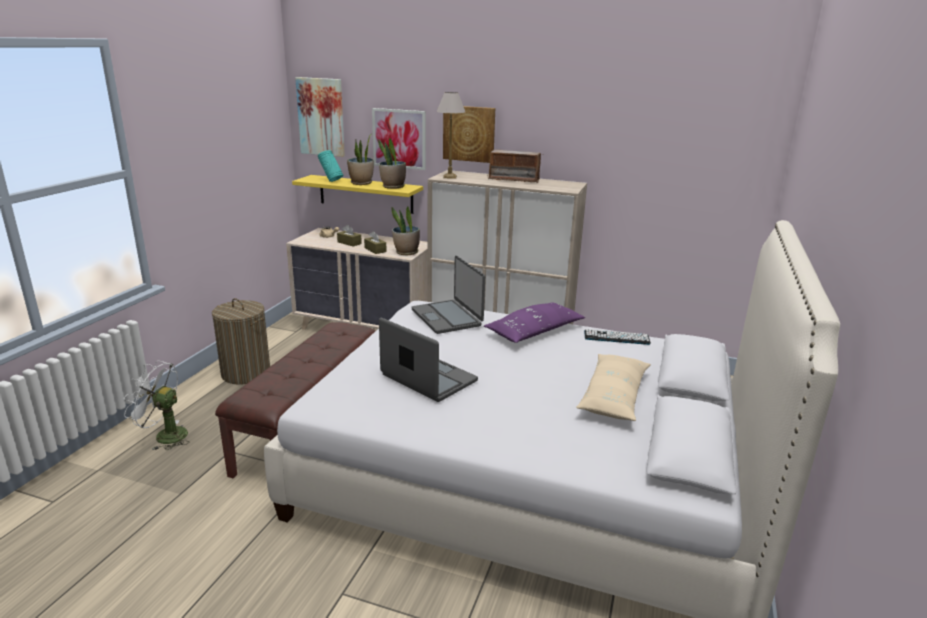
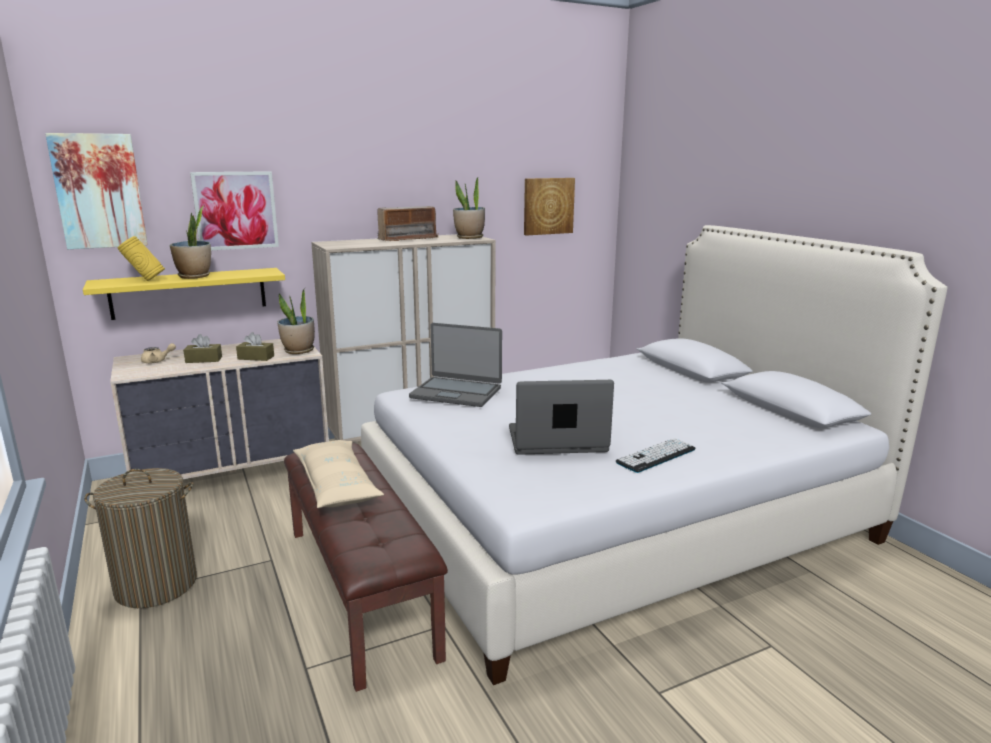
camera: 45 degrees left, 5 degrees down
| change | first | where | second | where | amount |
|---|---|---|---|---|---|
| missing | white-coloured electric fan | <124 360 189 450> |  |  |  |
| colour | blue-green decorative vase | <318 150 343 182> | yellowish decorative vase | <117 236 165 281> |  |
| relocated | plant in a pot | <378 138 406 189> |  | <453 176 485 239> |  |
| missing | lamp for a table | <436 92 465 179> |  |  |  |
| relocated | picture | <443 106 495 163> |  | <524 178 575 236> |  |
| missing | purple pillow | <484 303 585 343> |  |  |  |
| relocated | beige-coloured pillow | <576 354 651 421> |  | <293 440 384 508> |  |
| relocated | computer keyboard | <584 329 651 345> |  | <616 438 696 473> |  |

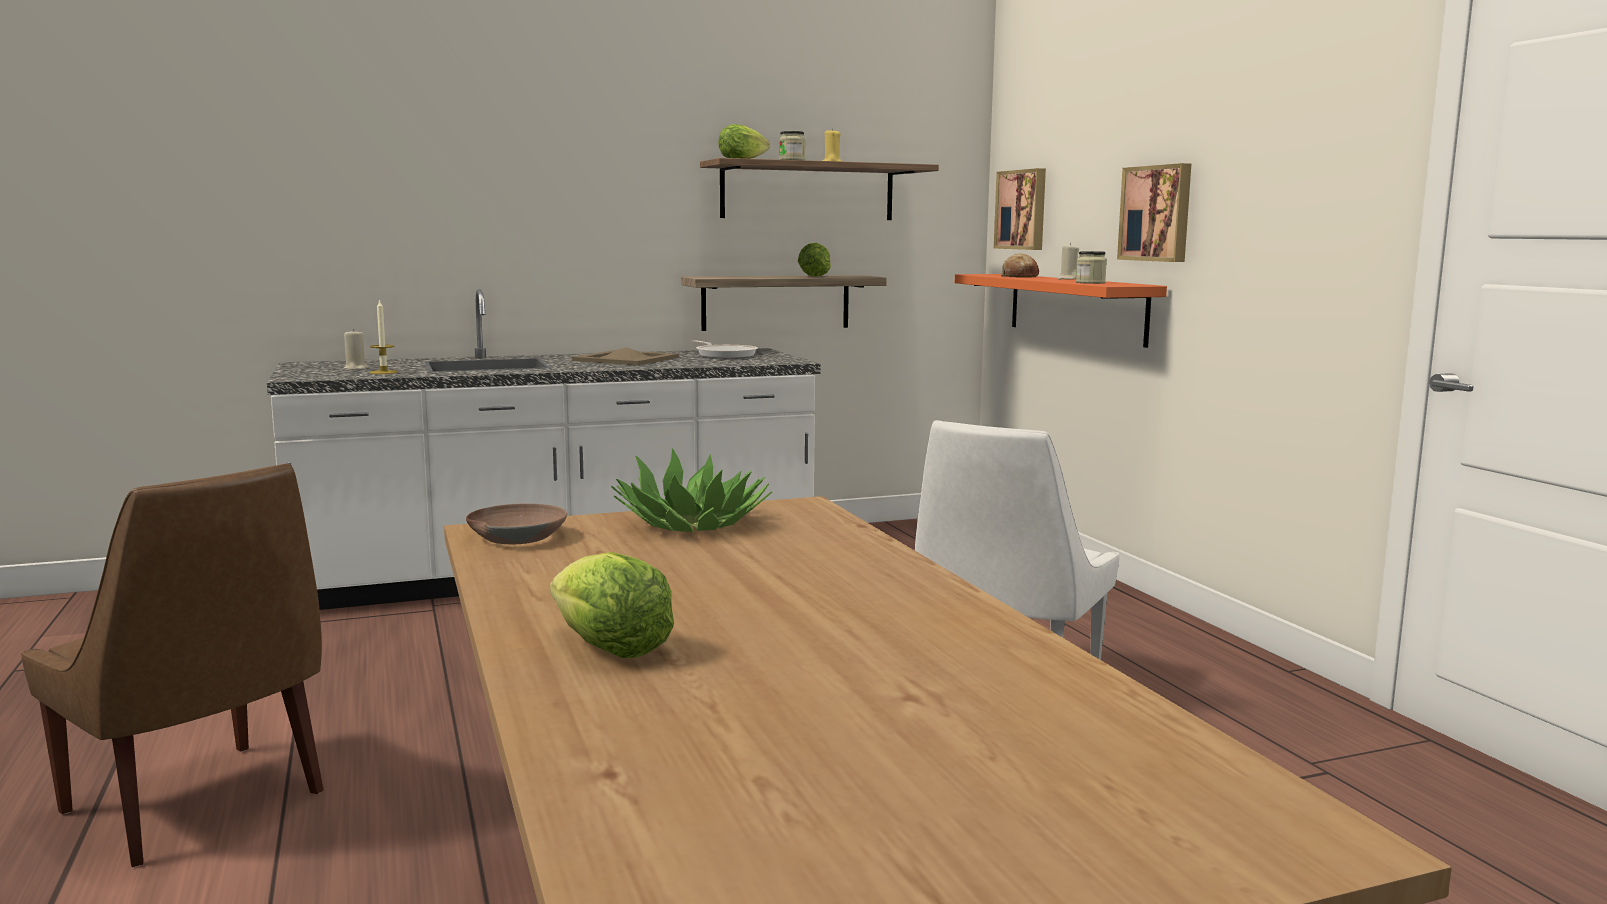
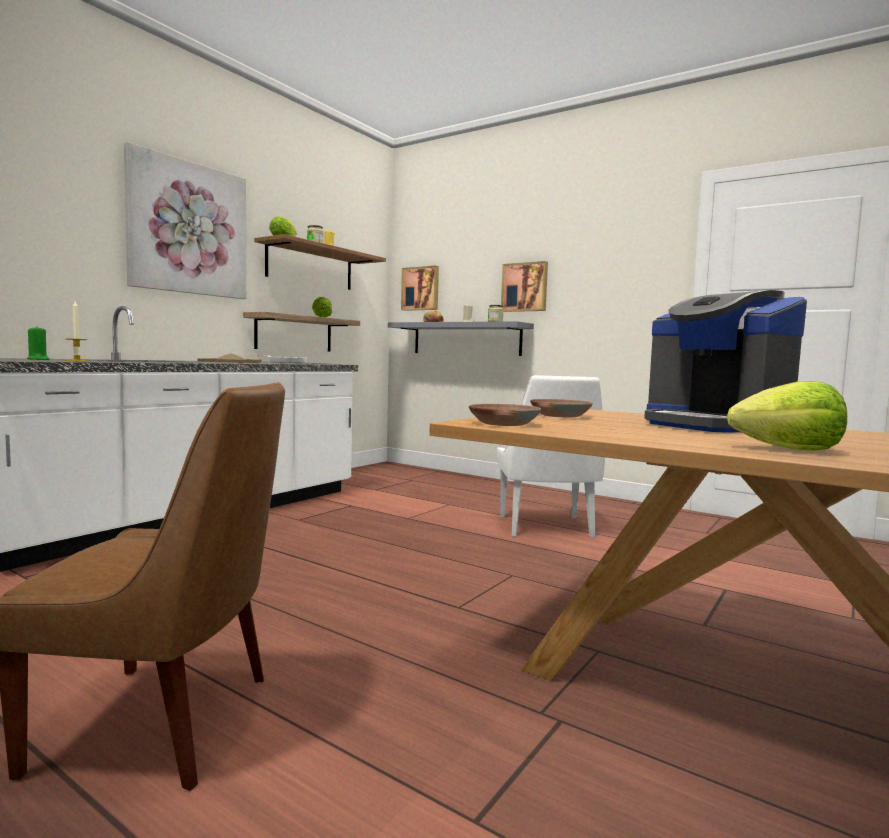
camera: 35 degrees left, 5 degrees down
| change | first | where | second | where | amount |
|---|---|---|---|---|---|
| colour | beige-coloured wax candle | <344 329 368 370> | green wax candle | <27 326 50 360> |  |
| exchanged | plant in a pot | <611 448 772 532> | brown serving bowl | <530 399 593 418> |  |
| colour | orangey wall shelf | <955 274 1167 348> | grey wall shelf | <388 321 534 356> |  |
| appeared |  |  | picture | <124 142 246 299> |  |
| appeared |  |  | coffee machine | <644 290 807 432> |  |

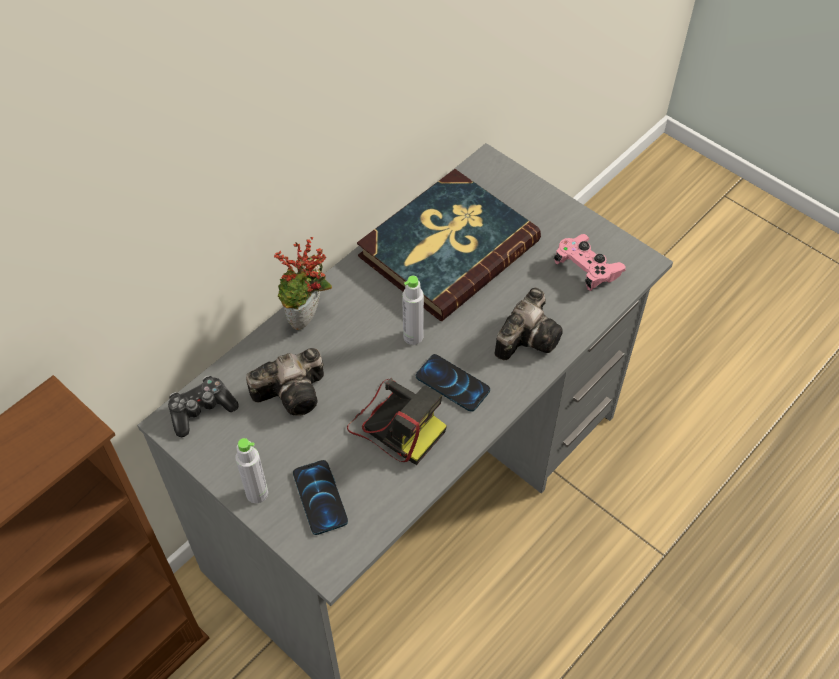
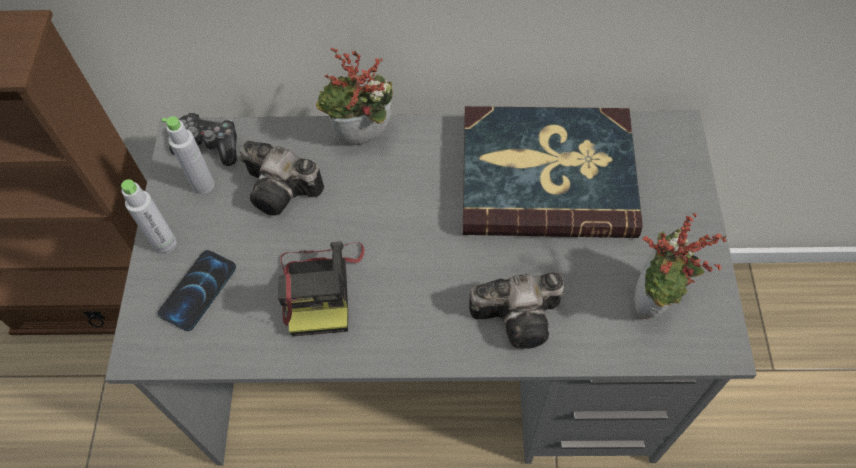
camera: 50 degrees right, 5 degrees up
| change | first | where | second | where | amount |
|---|---|---|---|---|---|
| relocated | grey bottle | <402 276 424 345> |  | <161 116 214 194> |  |
| missing | phone | <416 354 490 412> |  |  |  |
| exchanged | pinkish joypad | <554 234 626 291> | plant in a pot | <634 213 727 320> |  |

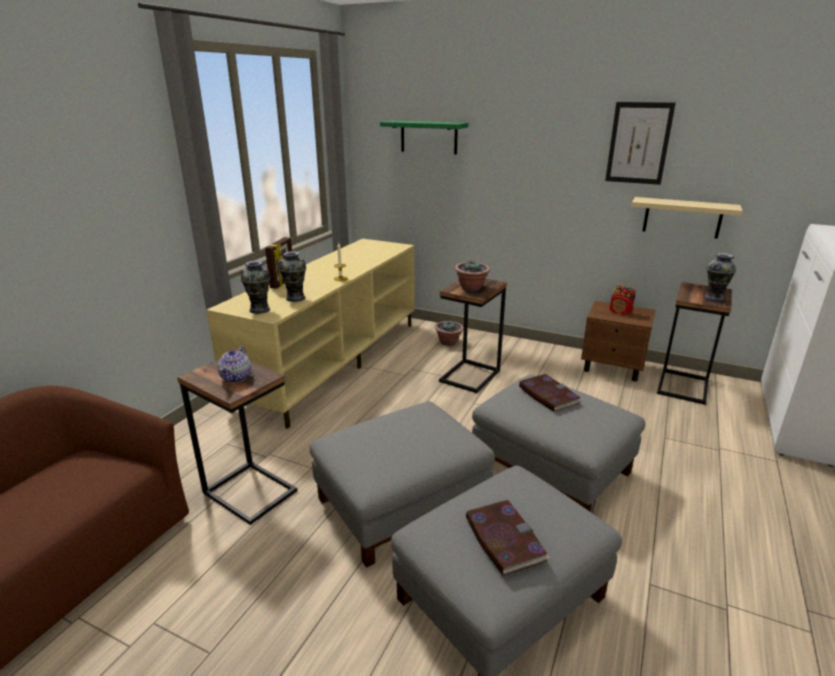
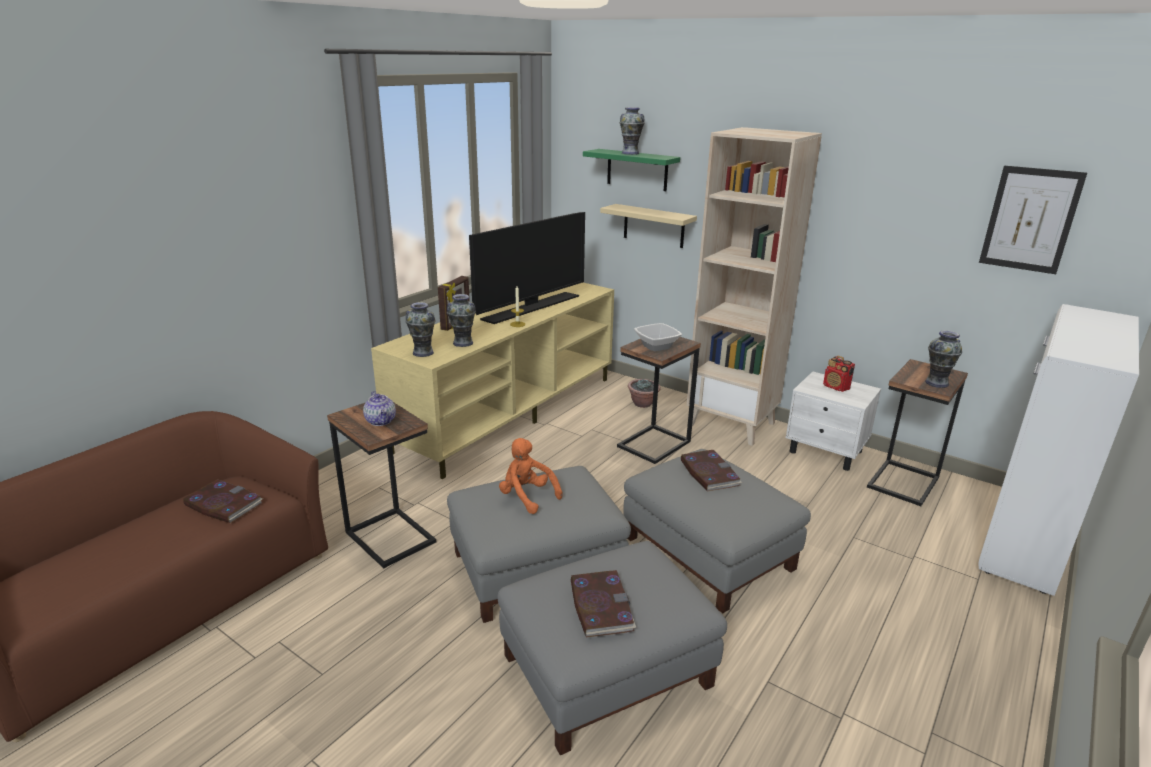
camera: 10 degrees right, 0 degrees up
| change | first | where | second | where | amount |
|---|---|---|---|---|---|
| spun | teapot | <218 346 251 383> |  | <363 391 396 426> | 45 degrees counterclockwise |
| exchanged | plant in a pot | <455 261 490 291> | serving bowl | <634 323 682 351> |  |
| colour | brown nightstand | <581 301 655 382> | white-coloured nightstand | <786 371 881 471> |  |
| relocated | picture | <605 102 676 185> |  | <979 166 1087 274> |  |
| relocated | beige-coloured wall shelf | <631 197 742 239> |  | <600 204 697 248> |  |
| appeared |  |  | book | <183 479 263 523> |  |
| appeared |  |  | television | <469 212 585 324> |  |
| appeared |  |  | orangey soft toy | <499 438 563 514> |  |
| appeared |  |  | decorative vase | <620 107 645 155> |  |
| appeared |  |  | beige-coloured bookshelf | <686 127 822 446> |  |

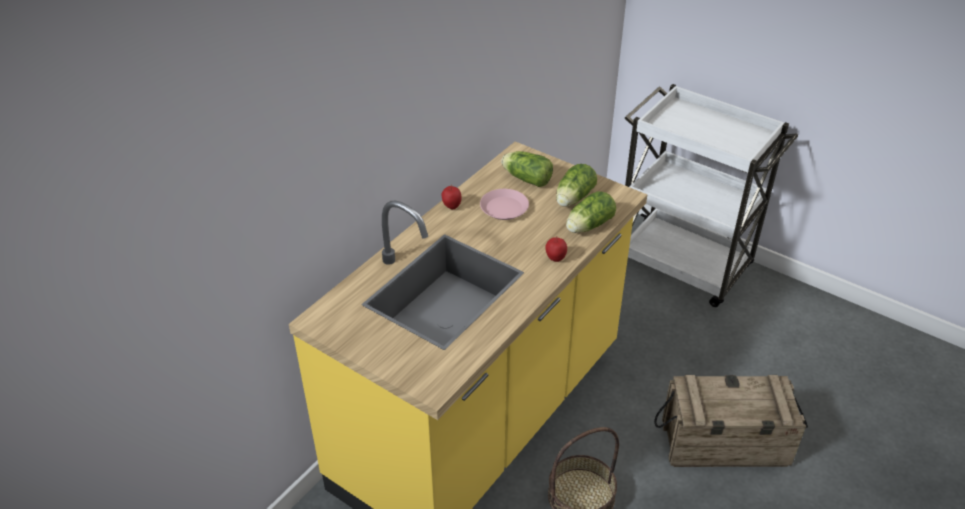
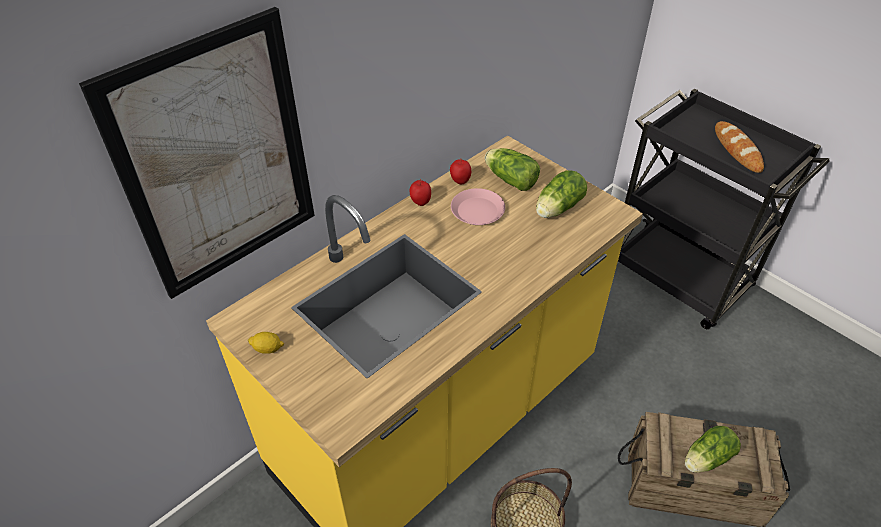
camera: 10 degrees right, 5 degrees up
| change | first | where | second | where | amount |
|---|---|---|---|---|---|
| relocated | apple | <545 236 567 262> |  | <450 158 471 185> |  |
| relocated | head of lettuce | <566 191 616 233> |  | <685 426 741 473> |  |
| colour | white-coloured cart | <625 84 798 307> | black-coloured cart | <618 88 829 329> |  |
| appeared |  |  | picture | <79 7 315 299> |  |
| appeared |  |  | citrus fruit | <248 332 284 354> |  |
| appeared |  |  | baked bread | <715 121 764 173> |  |

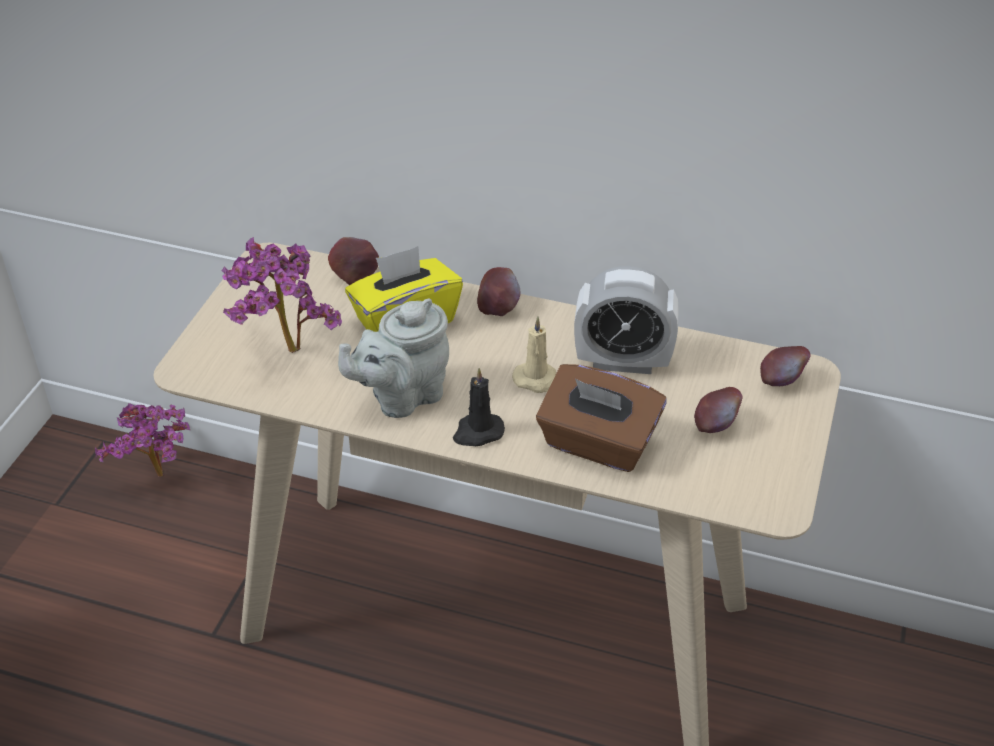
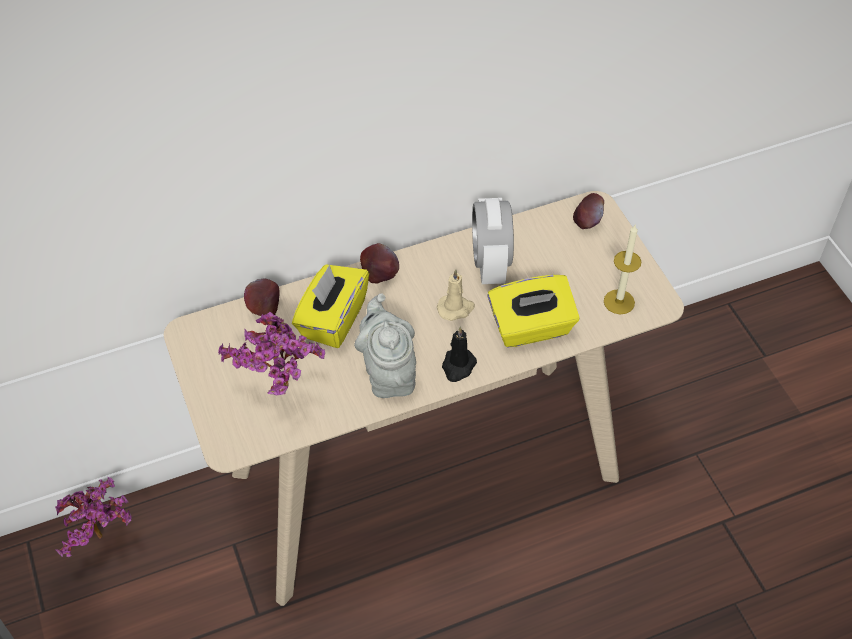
camera: 40 degrees left, 10 degrees up
| change | first | where | second | where | amount |
|---|---|---|---|---|---|
| spun | grey teapot | <338 298 449 418> |  | <354 294 416 398> | 150 degrees clockwise |
| colour | brown box of tissues | <536 364 667 472> | yellowish box of tissues | <487 275 580 348> |  |
| spun | bedside clock | <574 266 679 374> |  | <472 198 514 284> | 120 degrees clockwise |
| missing | apple | <694 387 742 433> |  |  |  |
| appeared |  |  | wax candle | <604 225 641 314> |  |

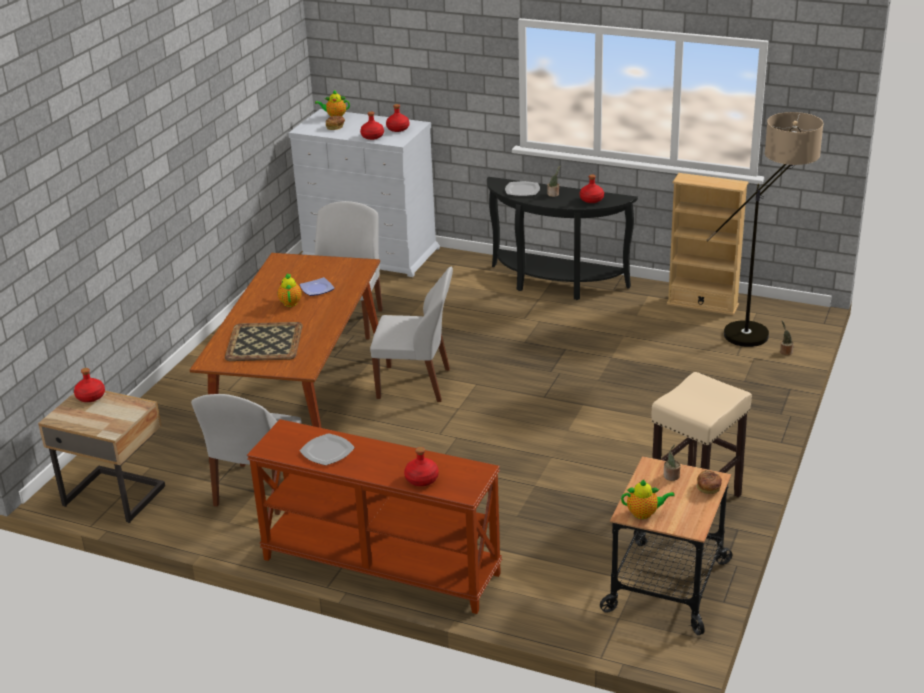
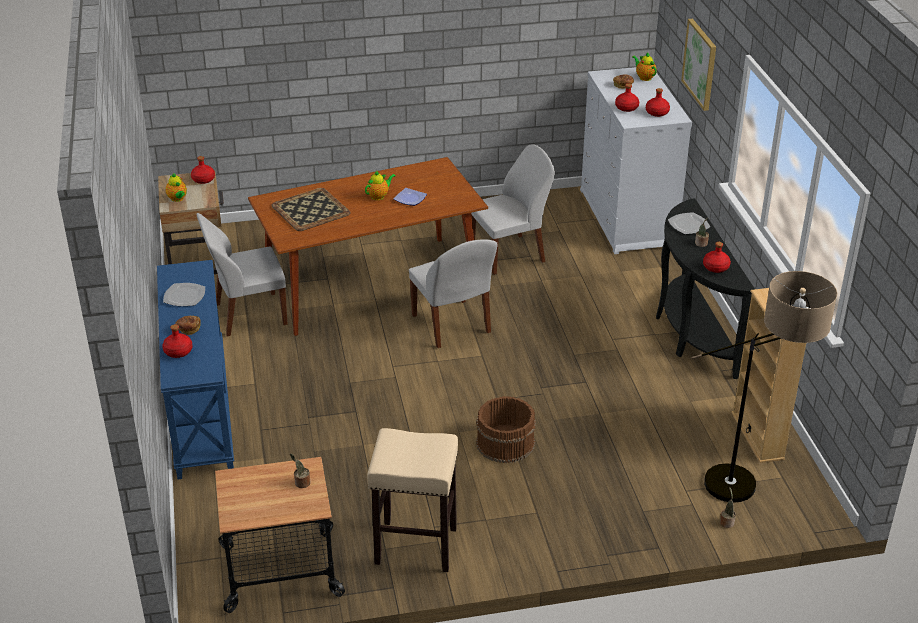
camera: 55 degrees right, 5 degrees up
| change | first | where | second | where | amount |
|---|---|---|---|---|---|
| colour | brown console table | <247 419 502 614> | blue console table | <157 260 234 480> |  |
| relocated | teapot | <621 479 675 519> |  | <165 173 187 202> |  |
| relocated | baked bread | <696 470 722 494> |  | <175 316 201 335> |  |
| appeared |  |  | brown bucket | <476 396 536 463> |  |
| appeared |  |  | picture | <681 19 716 111> |  |

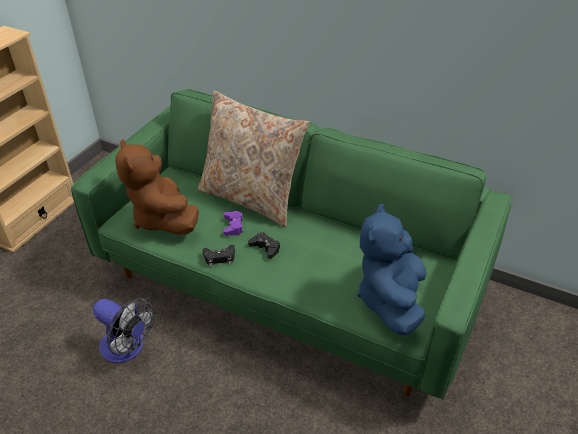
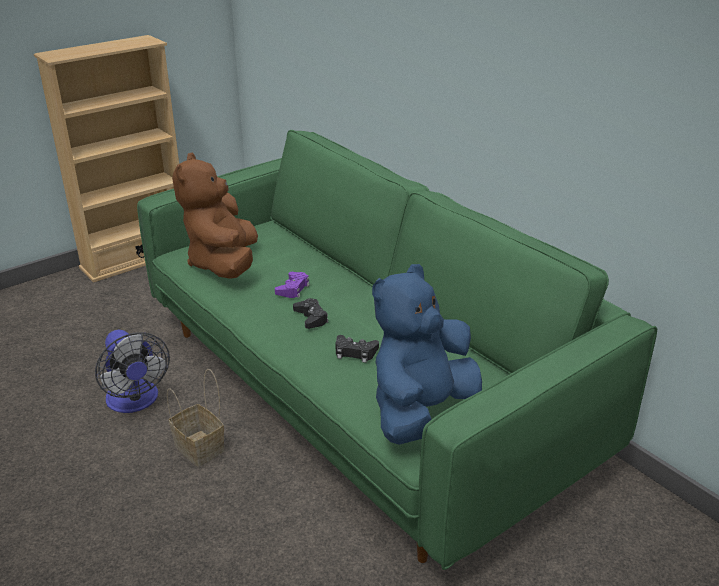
camera: 25 degrees right, 10 degrees down
| change | first | where | second | where | amount |
|---|---|---|---|---|---|
| missing | beige-coloured pillow | <197 90 309 227> |  |  |  |
| relocated | black-coloured joypad | <203 245 235 267> |  | <335 335 379 363> |  |
| appeared |  |  | household basket | <167 369 225 467> |  |

